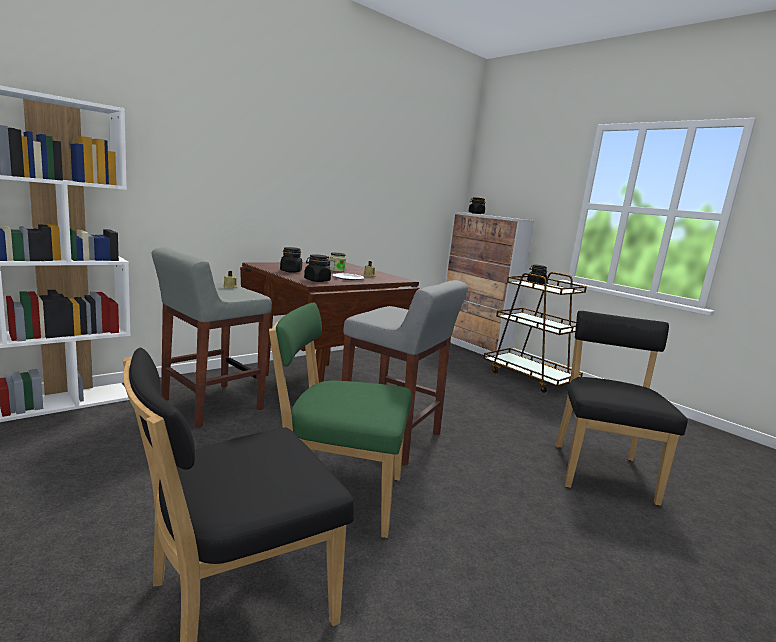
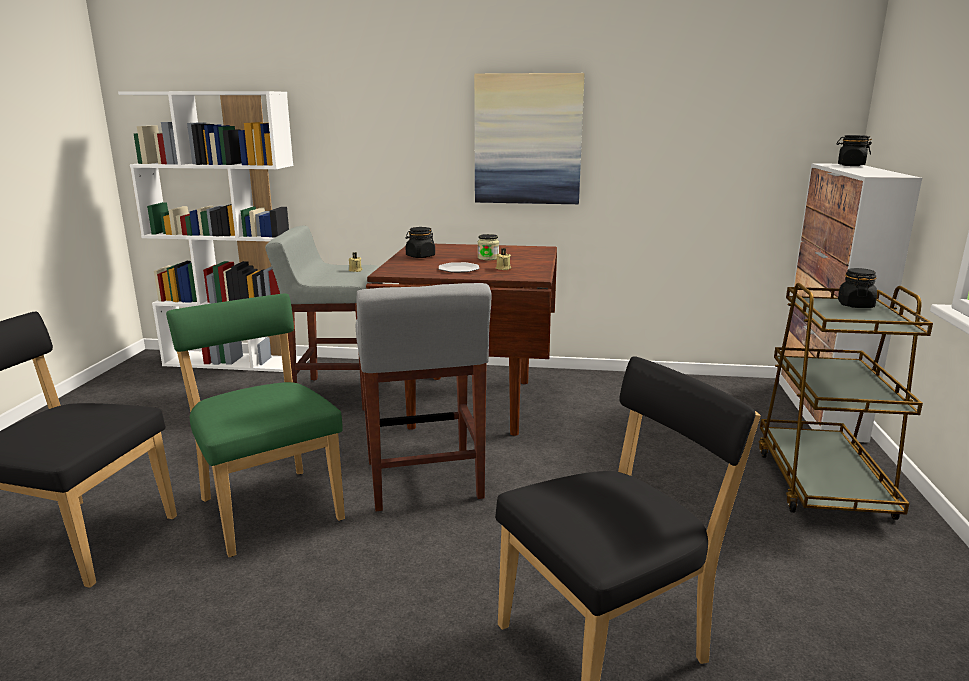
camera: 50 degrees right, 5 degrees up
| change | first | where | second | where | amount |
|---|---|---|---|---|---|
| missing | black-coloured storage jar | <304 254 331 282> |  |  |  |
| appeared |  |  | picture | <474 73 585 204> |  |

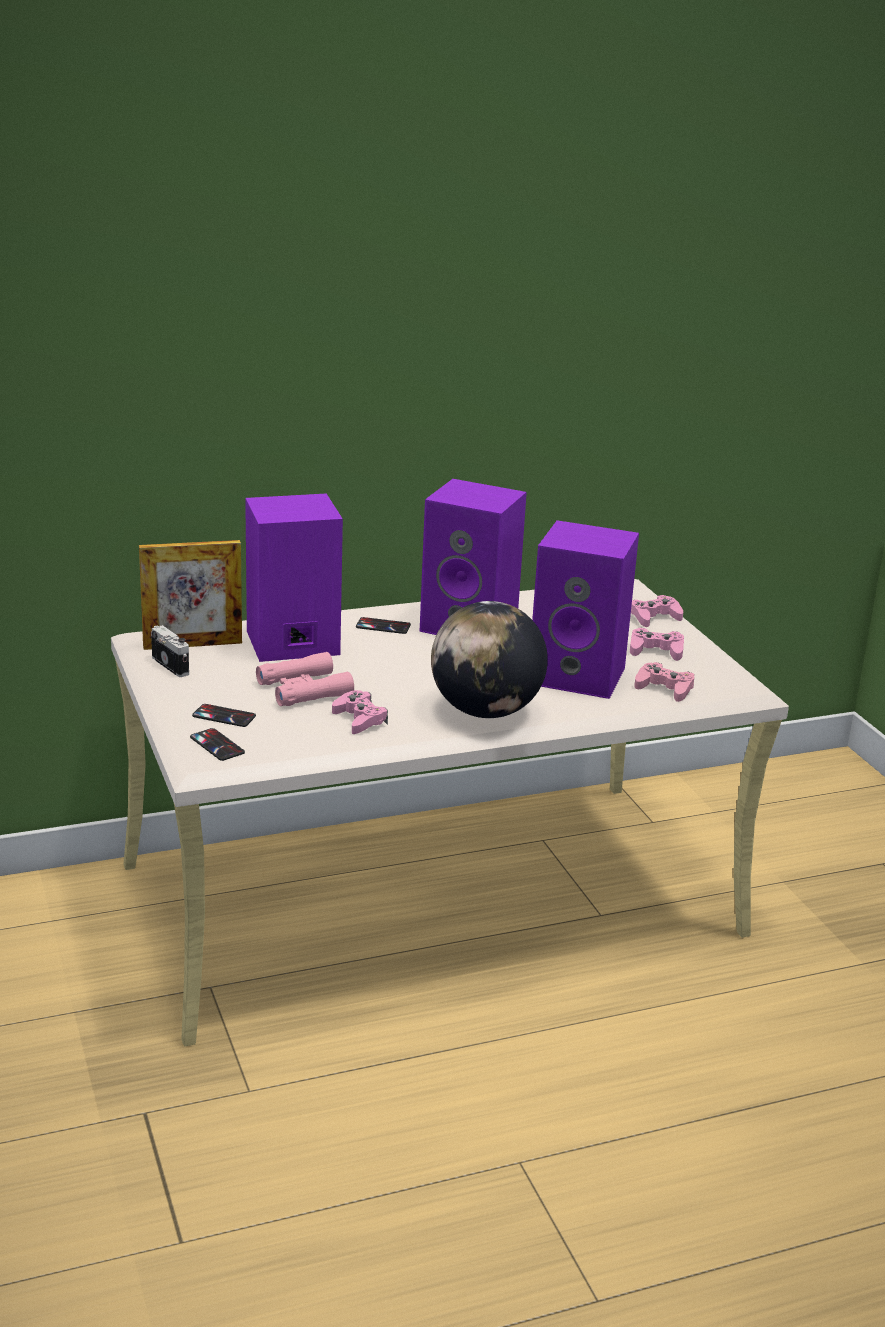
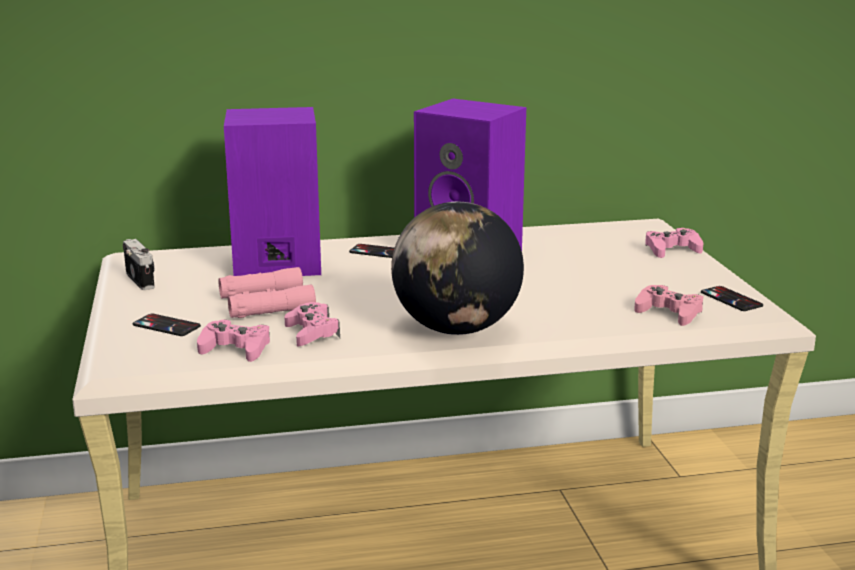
camera: 10 degrees right, 5 degrees down
| change | first | where | second | where | amount |
|---|---|---|---|---|---|
| missing | photo frame | <139 540 242 650> |  |  |  |
| relocated | phone | <190 728 245 761> |  | <701 286 763 311> |  |
| missing | purple loudspeaker | <532 520 639 699> |  |  |  |
| relocated | pinkish joypad | <630 628 684 661> |  | <197 320 270 362> |  |

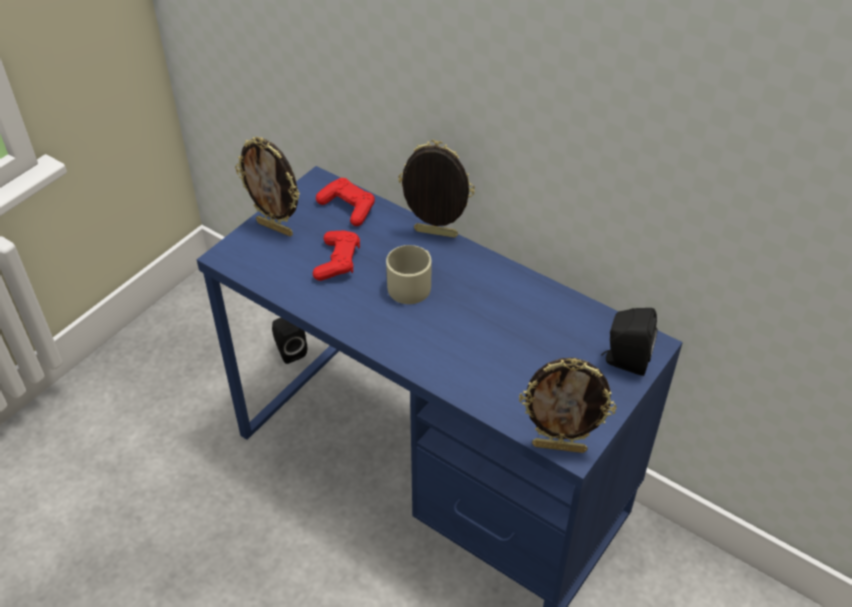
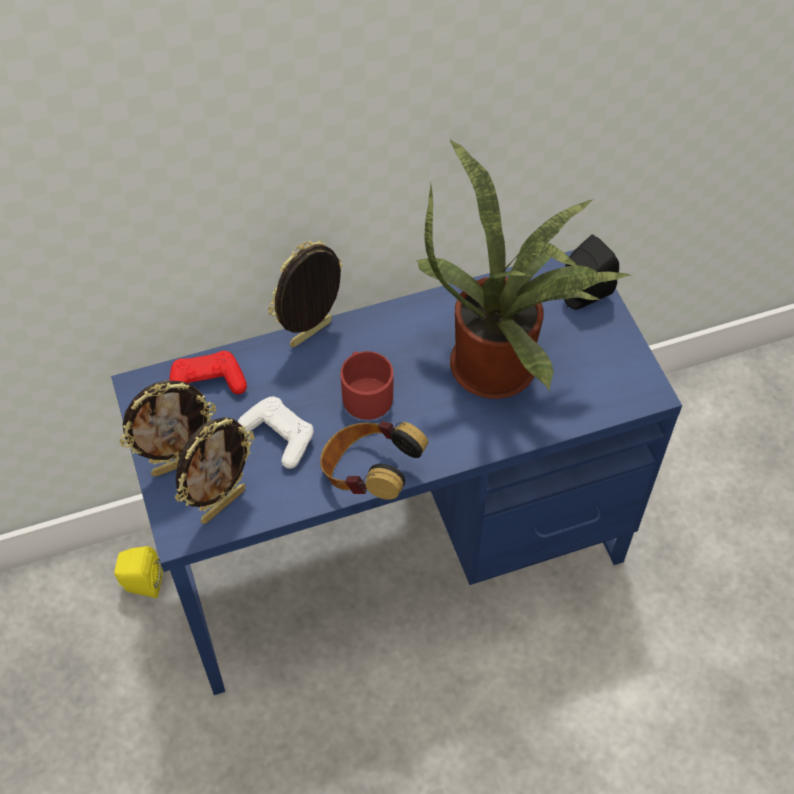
camera: 55 degrees left, 10 degrees up
| change | first | where | second | where | amount |
|---|---|---|---|---|---|
| colour | black-coloured loudspeaker | <272 318 307 364> | yellowish loudspeaker | <114 546 163 598> |  |
| colour | red-coloured joypad | <313 231 360 281> | white-coloured joypad | <238 396 314 469> |  |
| colour | beige-coloured tea mug | <386 245 431 304> | red-coloured tea mug | <340 351 393 420> |  |
| relocated | photo frame | <519 358 617 453> |  | <175 417 255 524> |  |
| appeared |  |  | headphones | <320 421 428 500> |  |
| appeared |  |  | plant in a pot | <416 138 632 399> |  |

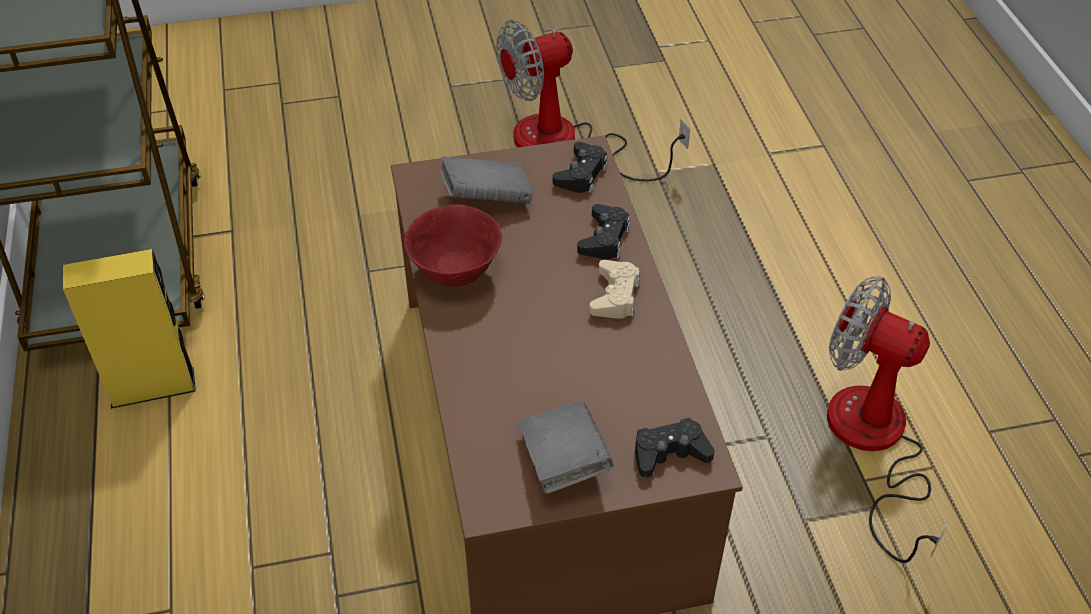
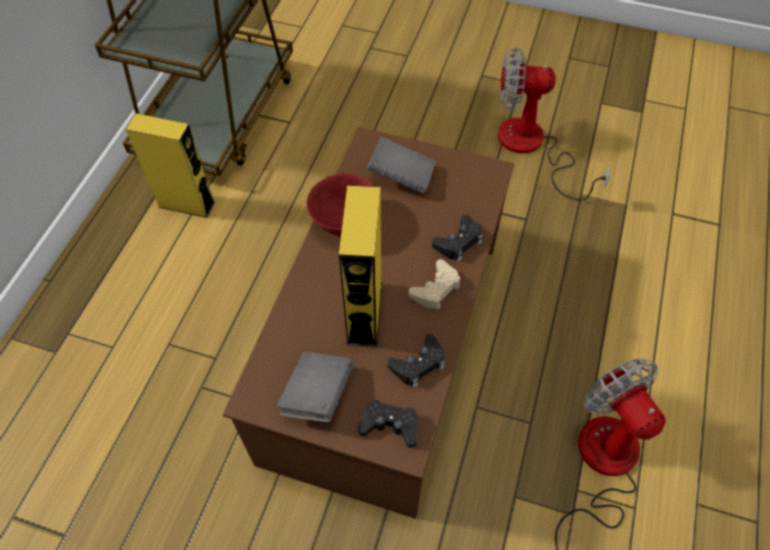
camera: 30 degrees right, 10 degrees up
| change | first | where | second | where | amount |
|---|---|---|---|---|---|
| relocated | black-coloured joypad | <553 142 608 193> |  | <388 334 445 388> |  |
| appeared |  |  | yellowish loudspeaker | <339 185 382 347> |  |

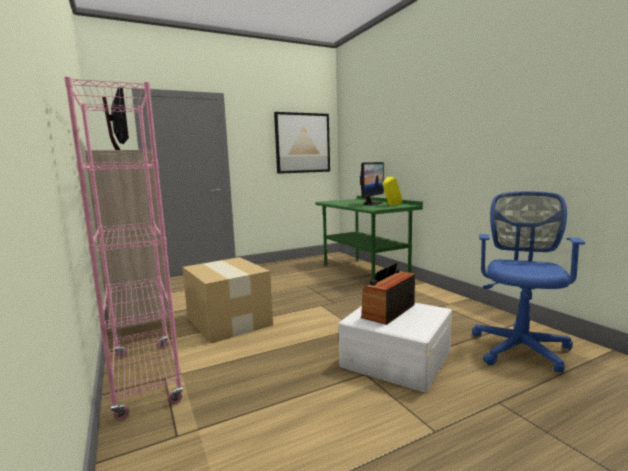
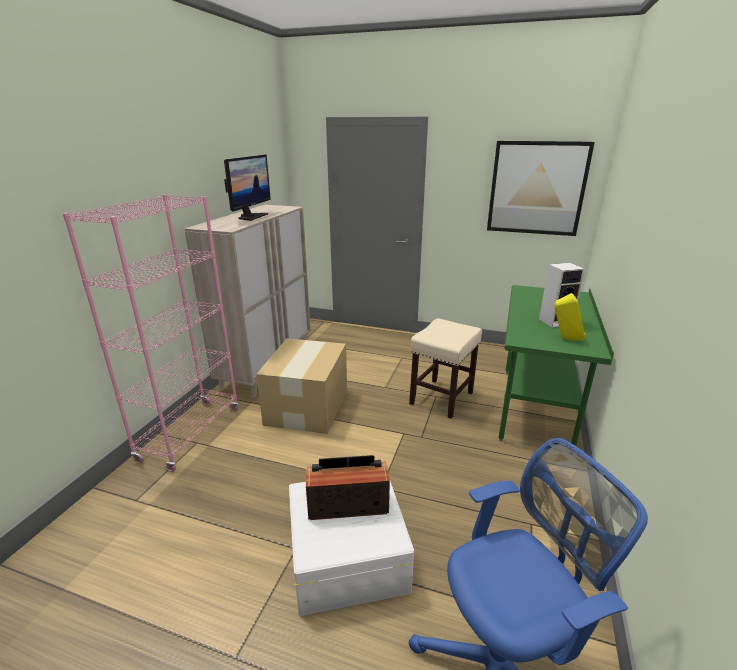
camera: 45 degrees right, 15 degrees up
| change | first | where | second | where | amount |
|---|---|---|---|---|---|
| exchanged | monitor | <360 162 384 206> | loudspeaker | <539 263 585 328> |  |
| appeared |  |  | beige-coloured stool seat | <409 318 482 419> |  |

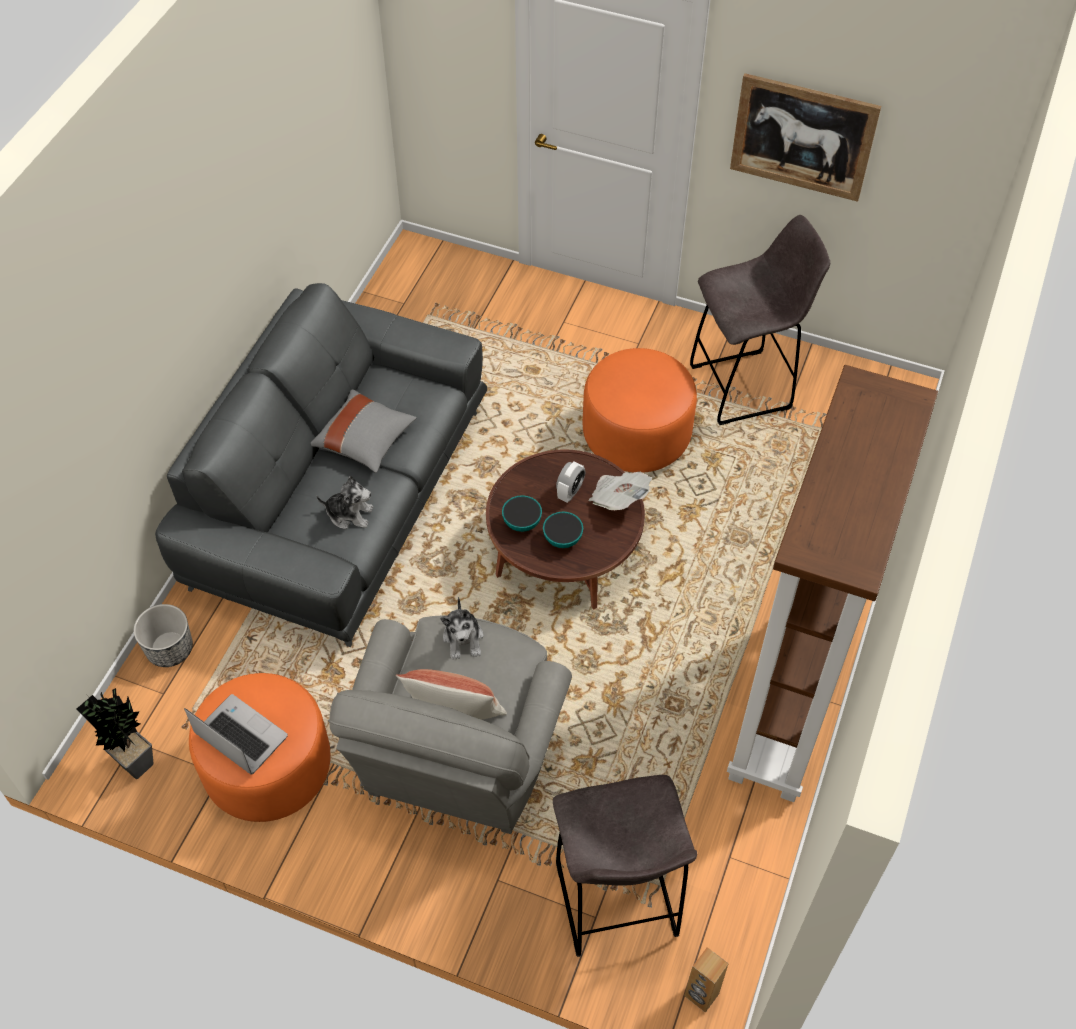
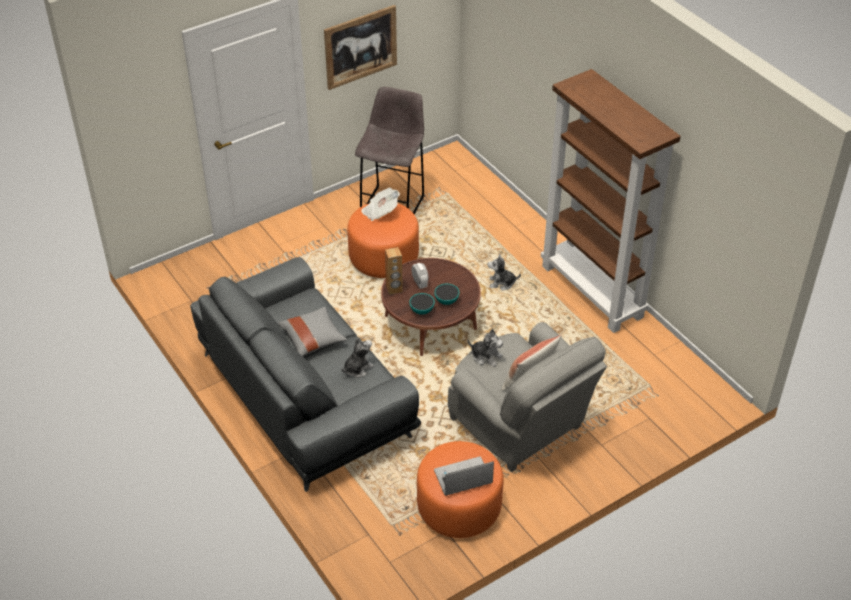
camera: 55 degrees left, 10 degrees down
| change | first | where | second | where | amount |
|---|---|---|---|---|---|
| missing | plant in a pot | <76 688 153 779> |  |  |  |
| missing | planter | <134 604 193 667> |  |  |  |
| missing | grey stool seat | <553 775 697 957> |  |  |  |
| relocated | printed paper | <588 472 652 511> |  | <361 188 400 221> |  |
| relocated | brown loudspeaker | <684 947 728 1013> |  | <385 247 403 295> |  |
| appeared |  |  | soft toy | <487 253 521 290> |  |

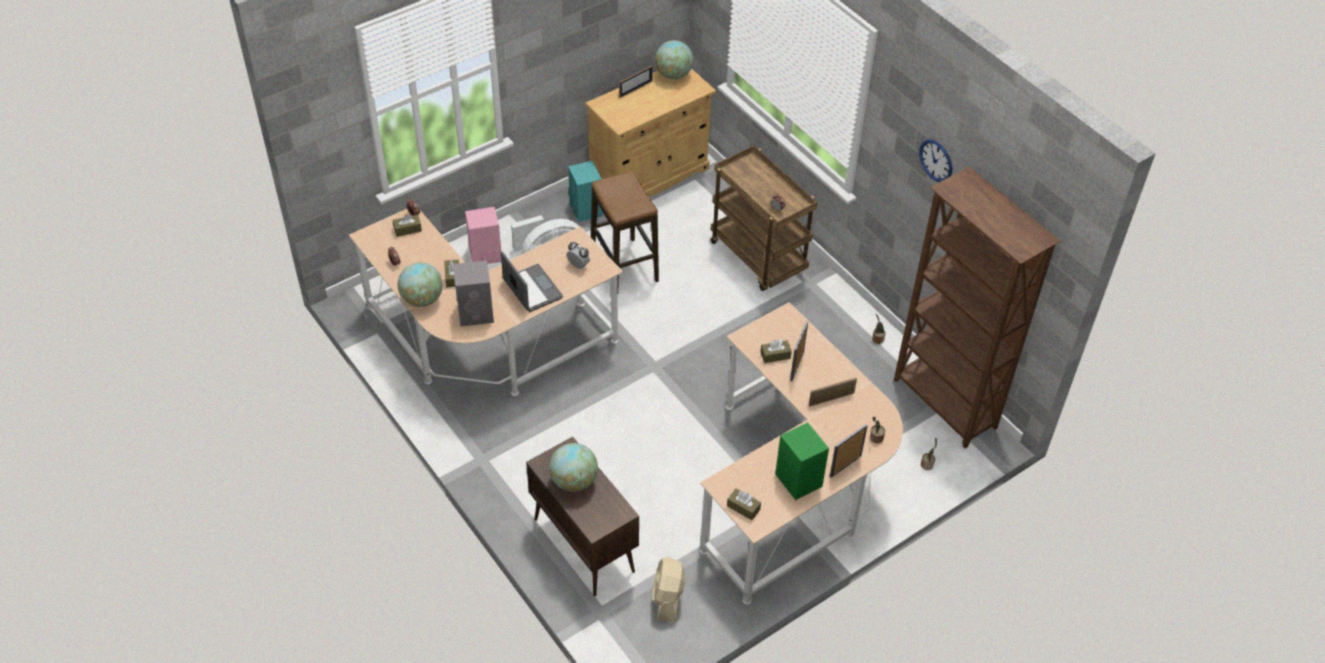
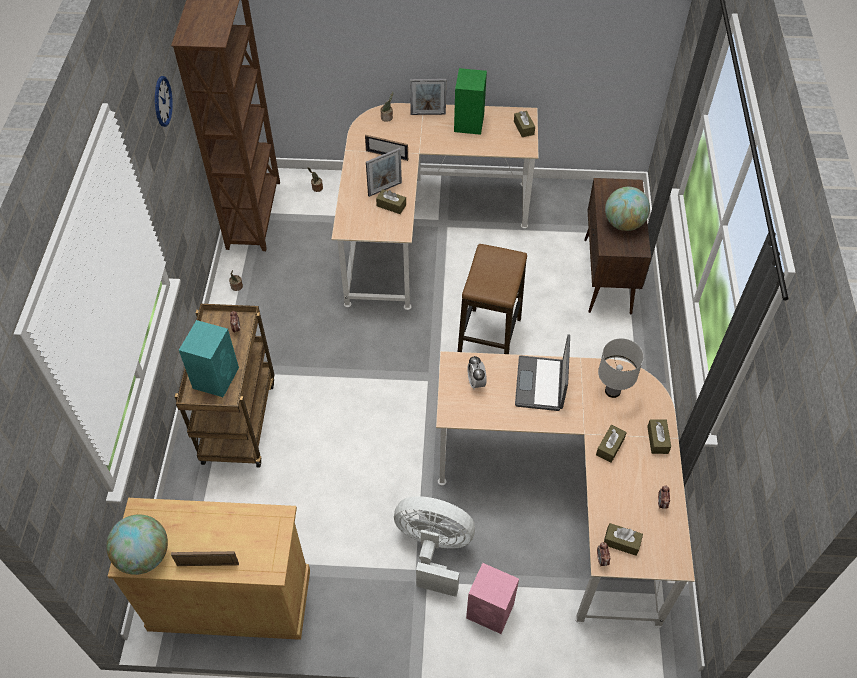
camera: 140 degrees left, 5 degrees up
| change | first | where | second | where | amount |
|---|---|---|---|---|---|
| exchanged | world globe | <398 262 443 307> | brown box of tissues | <647 419 671 454> |  |
| exchanged | grey loudspeaker | <453 260 494 326> | white-coloured lamp for a table | <598 338 644 398> |  |
| relocated | blue-green loudspeaker | <568 161 602 222> |  | <179 320 239 397> |  |
| relocated | stool seat | <591 171 659 287> |  | <458 244 527 354> |  |
| missing | beige-coloured electric fan | <652 556 686 622> |  |  |  |

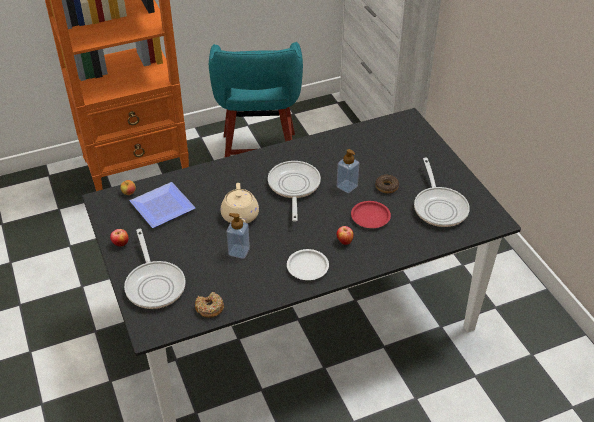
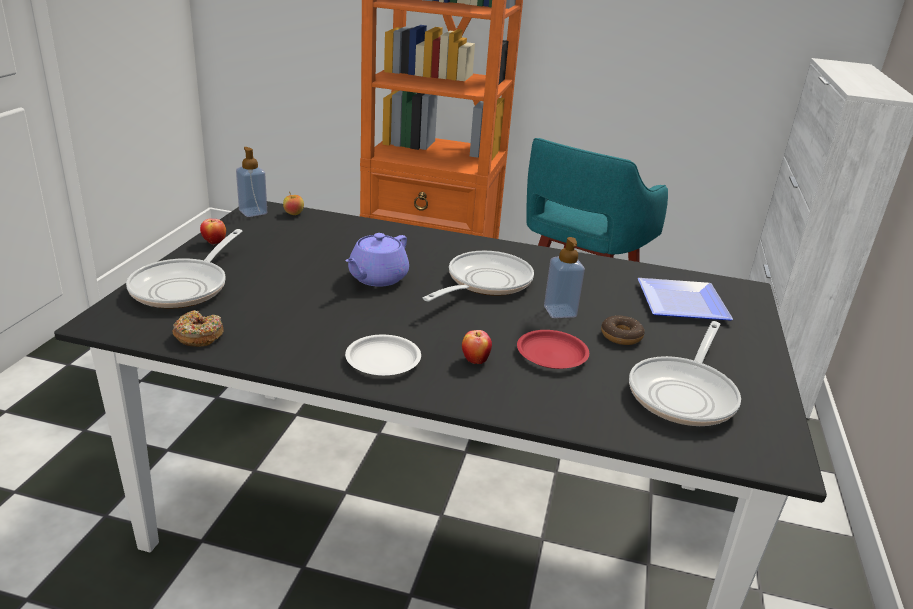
camera: 35 degrees right, 15 degrees down
| change | first | where | second | where | amount |
|---|---|---|---|---|---|
| relocated | flat dish | <130 182 195 228> |  | <638 278 733 321> |  |
| colour | beige-coloured teapot | <221 183 259 223> | purple teapot | <345 233 409 287> |  |
| relocated | soap dispenser | <227 213 250 259> |  | <236 147 267 217> |  |

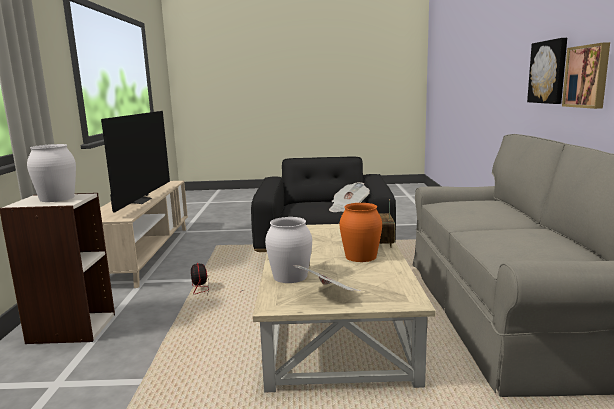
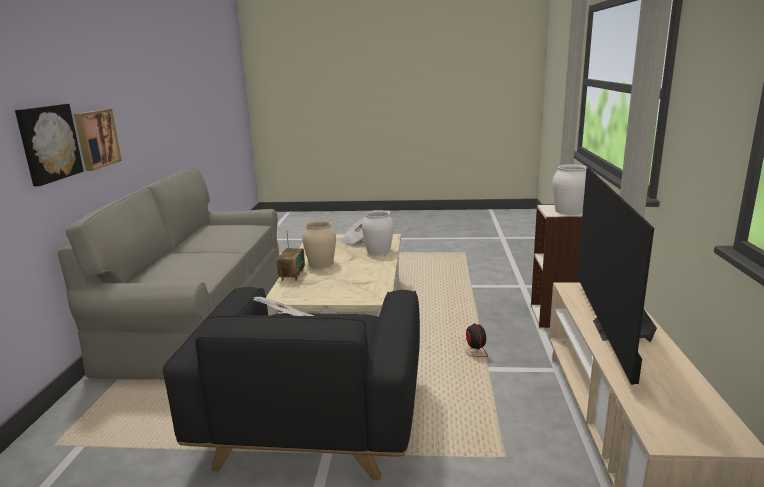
camera: 175 degrees left, 5 degrees up
| change | first | where | second | where | amount |
|---|---|---|---|---|---|
| colour | orangey decorative vase | <340 203 382 262> | beige-coloured decorative vase | <302 220 336 268> |  |

